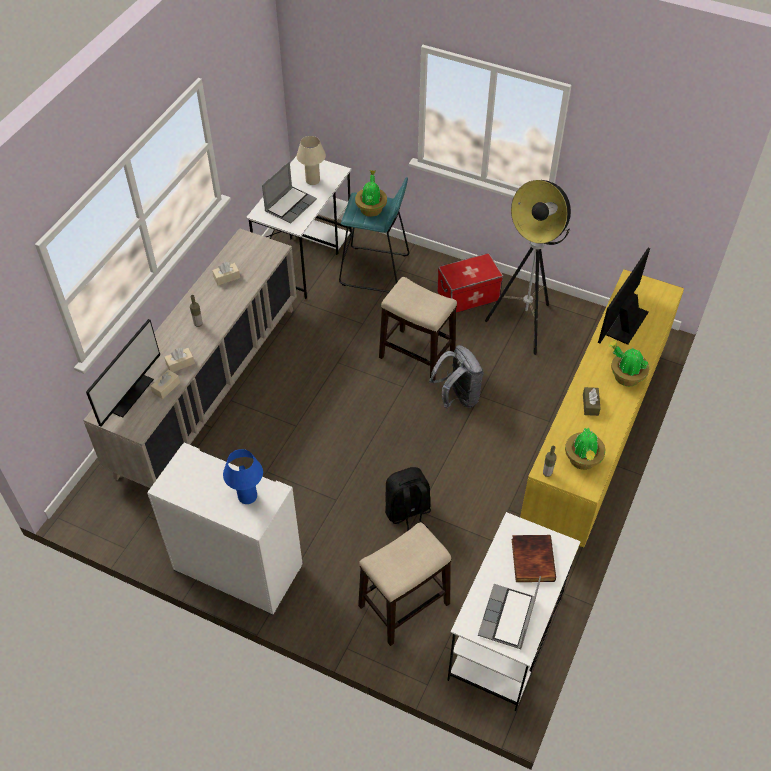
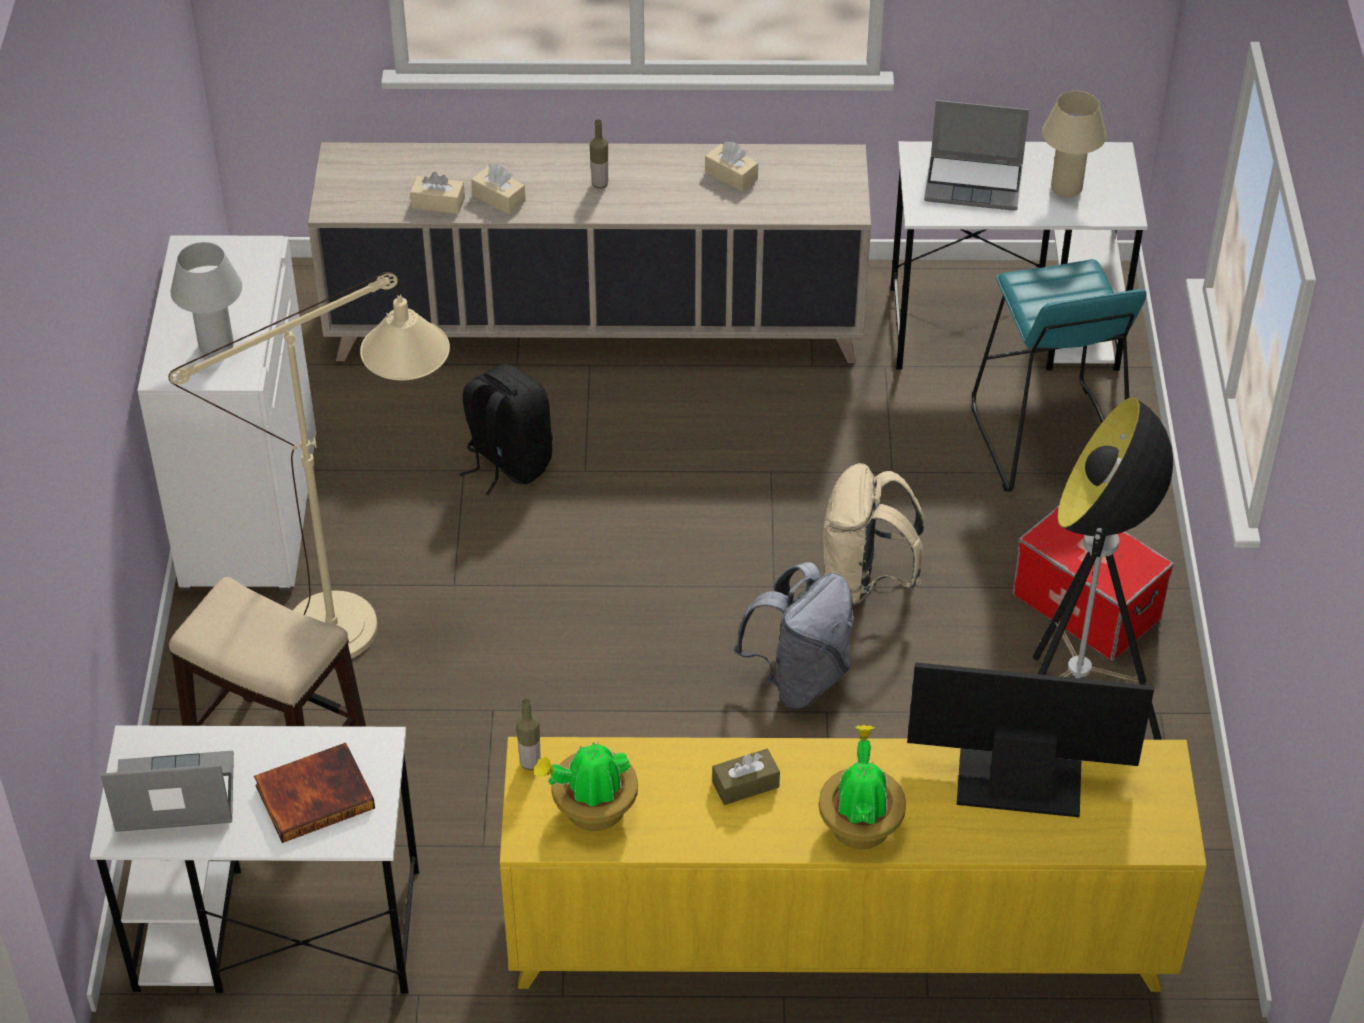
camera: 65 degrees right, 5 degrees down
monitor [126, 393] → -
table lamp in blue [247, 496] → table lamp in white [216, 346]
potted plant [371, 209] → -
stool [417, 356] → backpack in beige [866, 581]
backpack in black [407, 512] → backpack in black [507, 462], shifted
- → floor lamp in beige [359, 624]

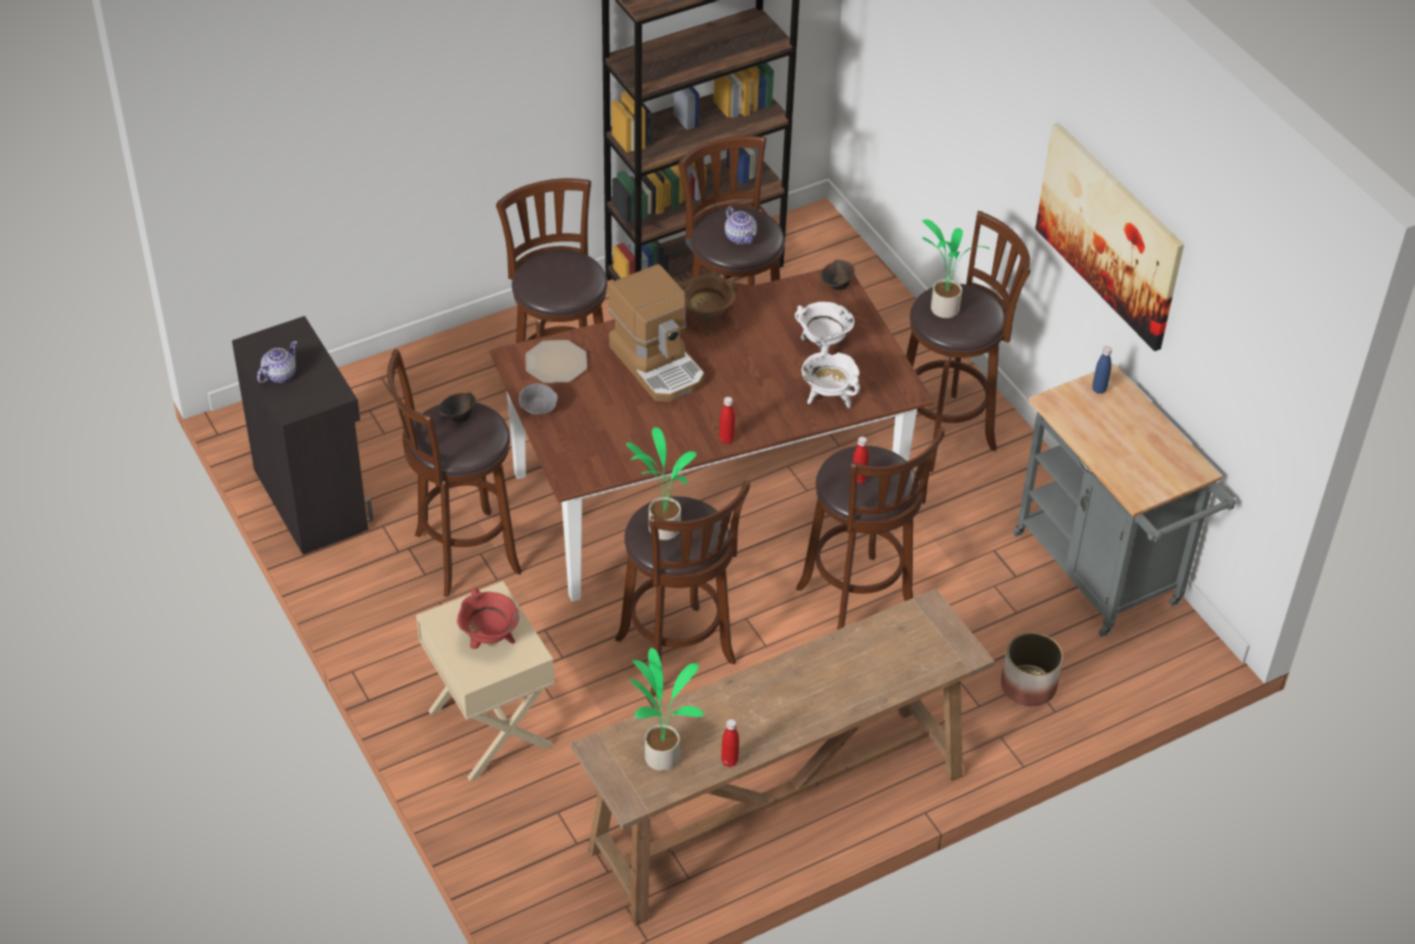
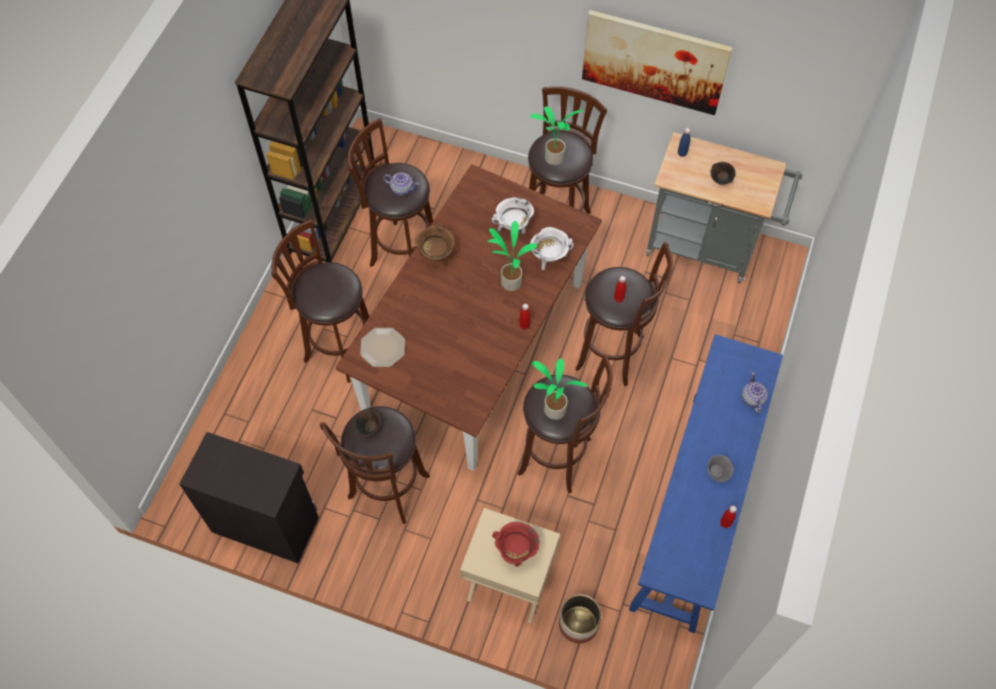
camera: 40 degrees left, 15 degrees up
teapot [279, 375] → teapot [752, 399], shifted
bowl in grey [538, 410] → bowl in grey [717, 472], shifted
console table in brown [775, 813] → console table in blue [694, 509]
coffee machine [658, 364] → -
potted plant [662, 756] → potted plant [510, 281], shifted
bowl in brown [837, 285] → bowl in brown [721, 180], shifted
planter [1028, 685] → planter [578, 623], shifted

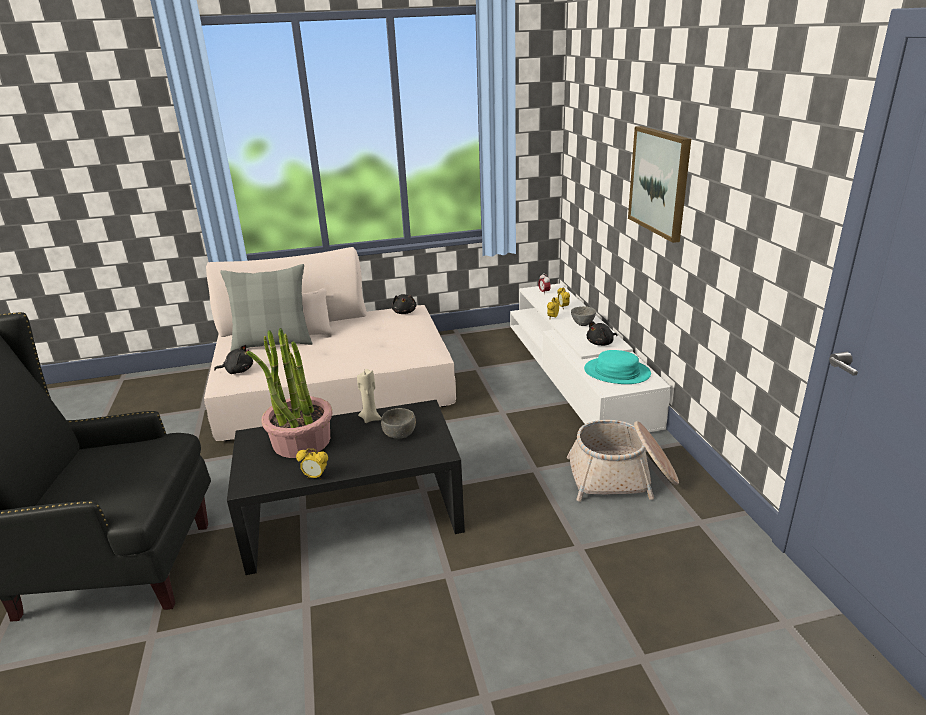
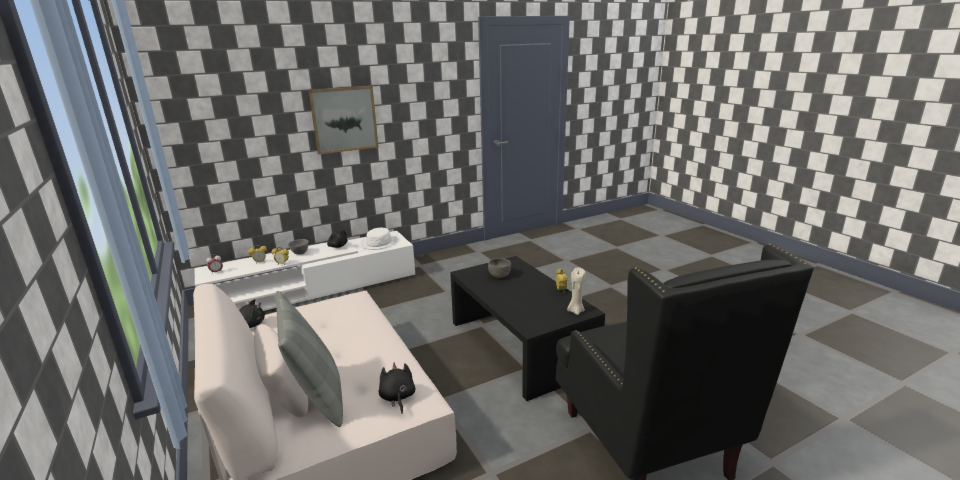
camera: 105 degrees left, 5 degrees down
potted plant [301, 441] → -
candle in beige [370, 418] → candle in beige [575, 311], shifted
basket [621, 477] → -
hat in turquoise [617, 372] → hat in white [379, 242]

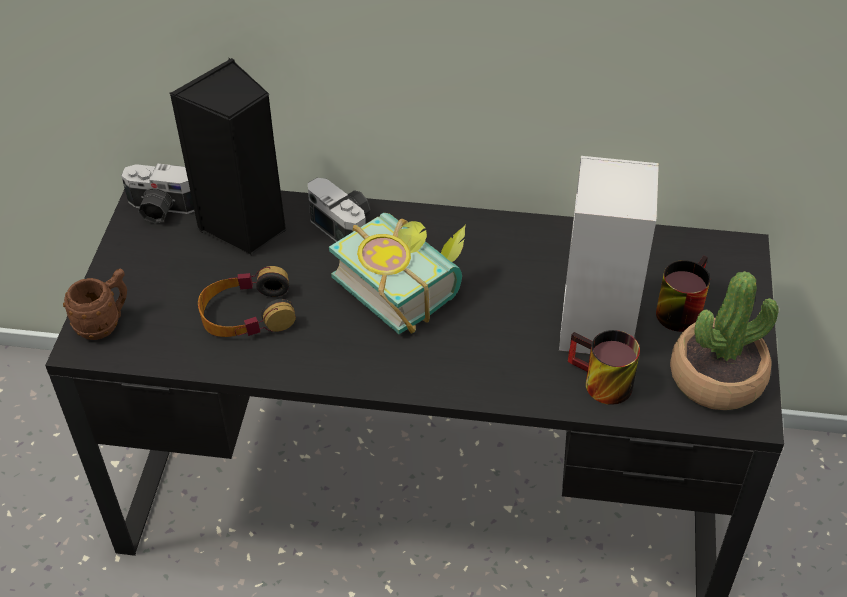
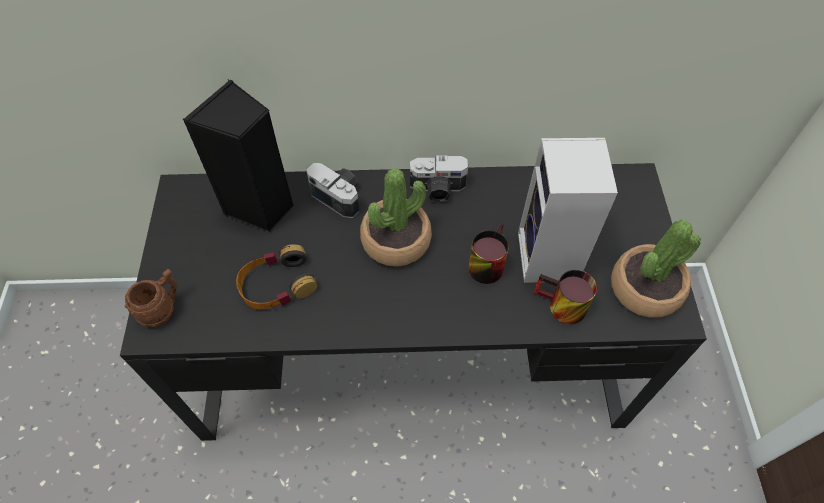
camera: 10 degrees left, 10 degrees up
photo camera [161, 209] → photo camera [438, 190], shifted
book [406, 284] → potted plant [396, 241]
mug [678, 307] → mug [485, 262], shifted

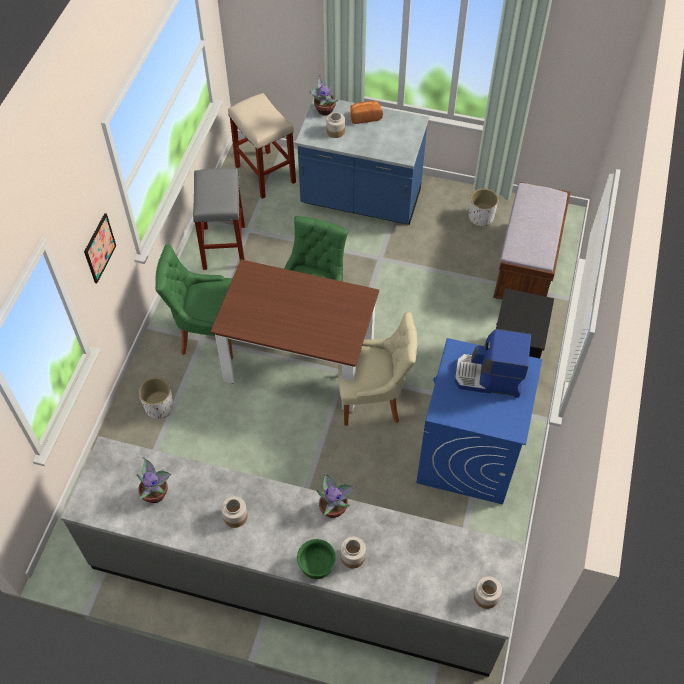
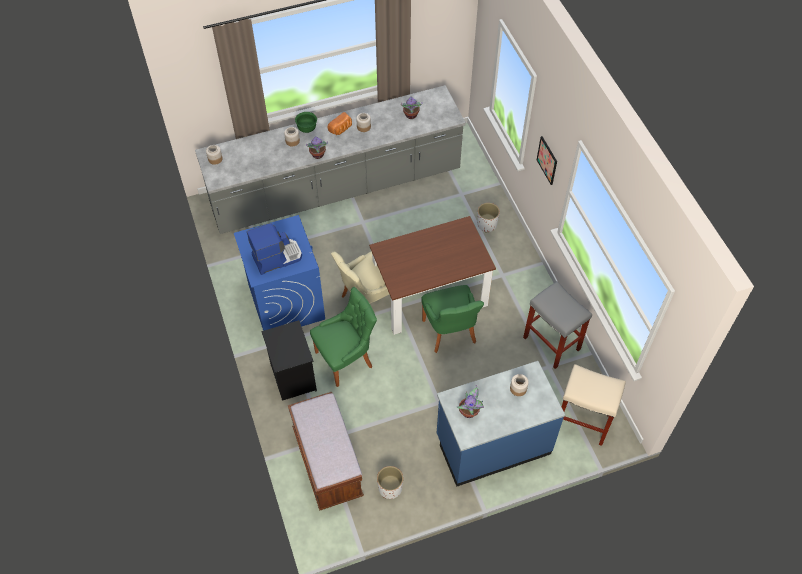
camera: 145 degrees right, 0 degrees up
chair in green [208, 333] → chair in green [346, 359], shifted
potted plant [324, 110] → potted plant [469, 412], shifted
bread [365, 117] → bread [341, 129], shifted

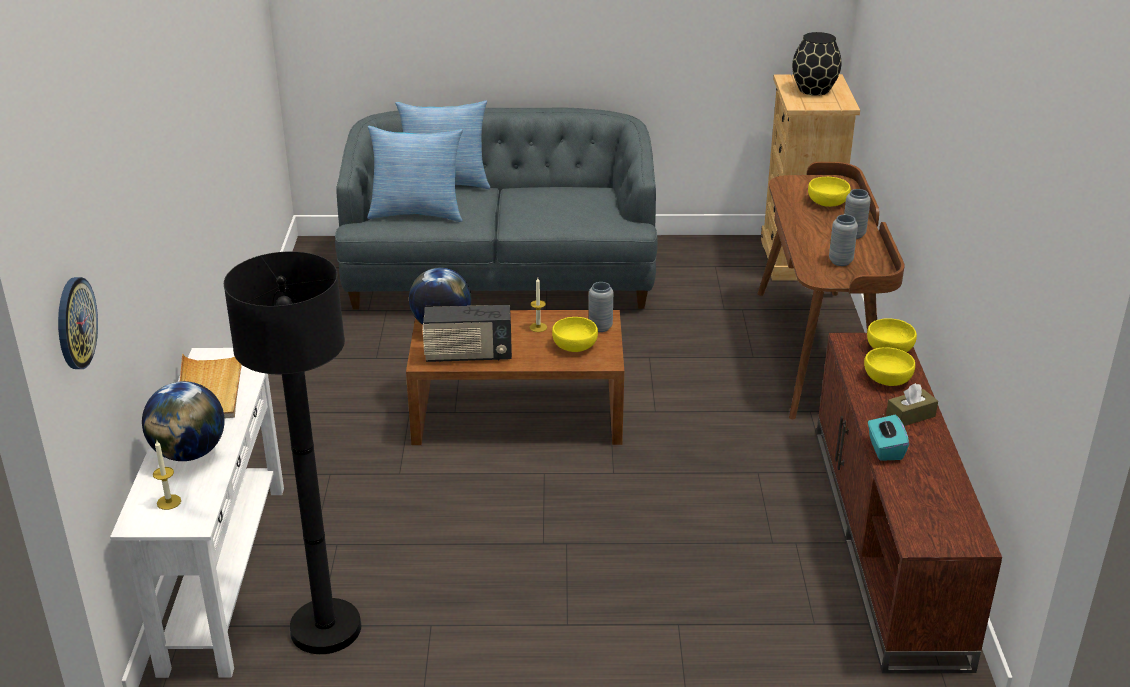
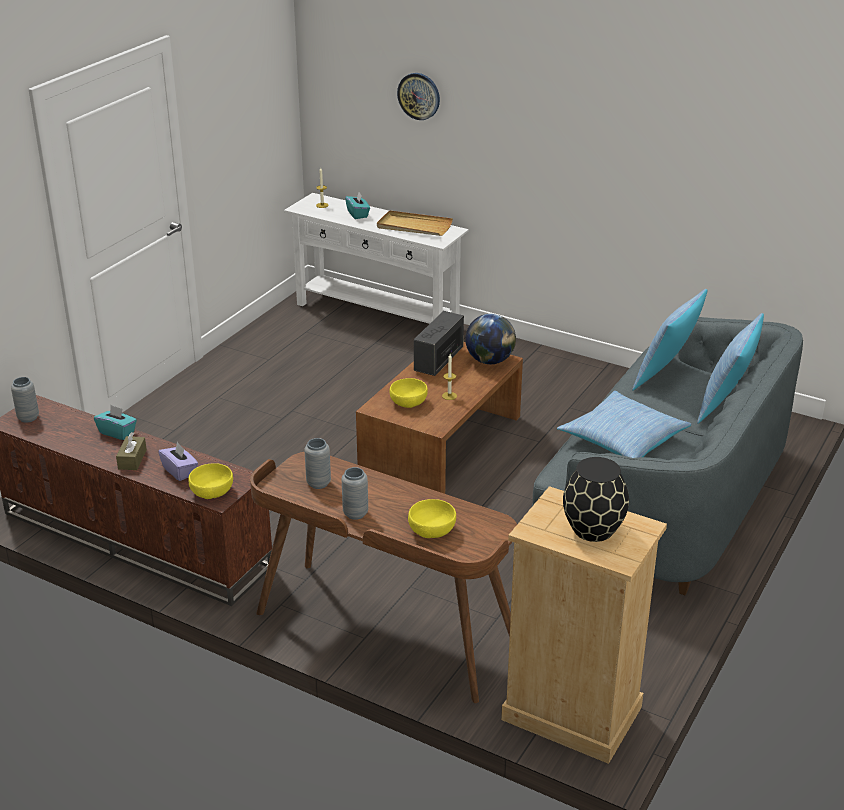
camera: 120 degrees right, 0 degrees up
wall clock [75, 323] → wall clock [419, 96], shifted
globe [189, 453] → tissue box in turquoise [358, 214]
floor lamp in black [325, 628] → -
vase in grey [600, 327] → vase in grey [28, 418], shifted
bowl in yellow [887, 379] → tissue box in purple [180, 471]
- → pillow [623, 438]

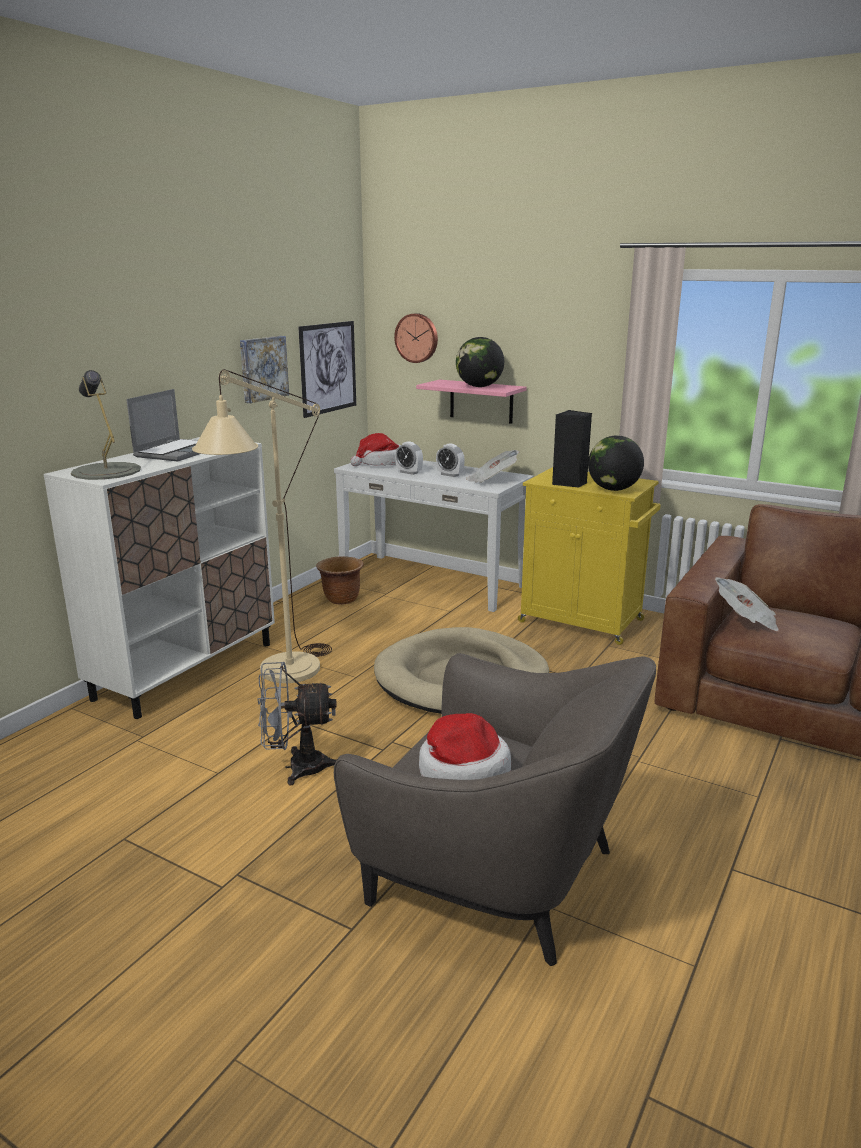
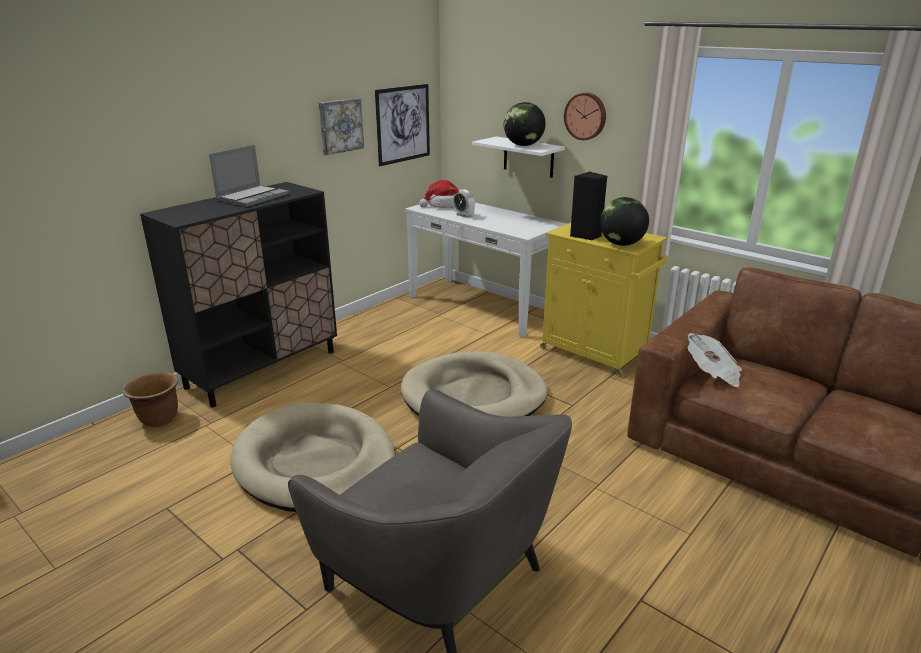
camera: 10 degrees right, 5 degrees up
cabinet in white [186, 670] → cabinet in black [263, 369]
table lamp in grey [106, 471] → -
floor lamp in beige [279, 676] → -
fan in grey [297, 767] → dog bed in beige [315, 462]
planter in brown [341, 599] → planter in brown [159, 419], shifted
wall clock [417, 338] → wall clock [586, 116], shifted
shelf in pink [481, 401] → shelf in white [528, 157]
hat [462, 772] → -
alarm clock [450, 475] → -
newspaper [492, 480] → -

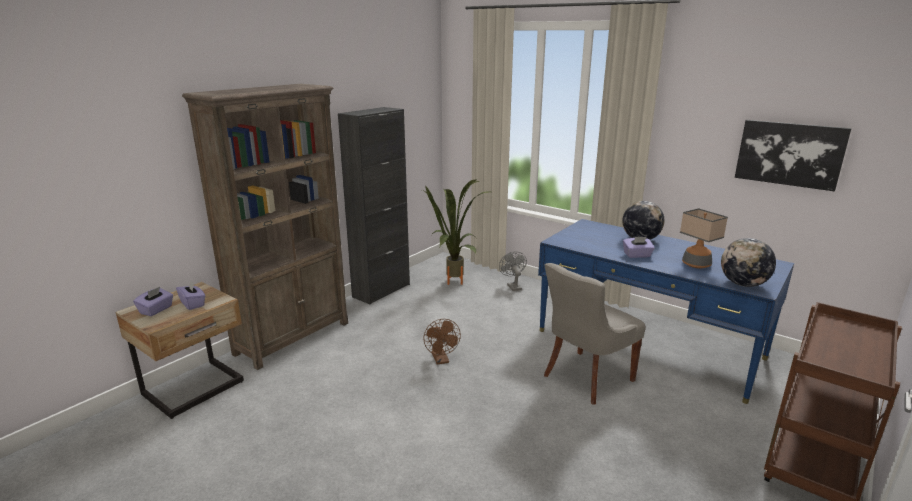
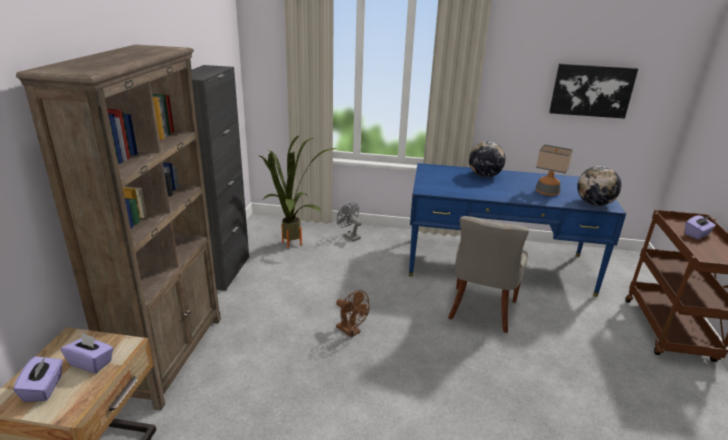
camera: 30 degrees left, 5 degrees up
tissue box in purple [637, 255] → tissue box in purple [697, 234], shifted

